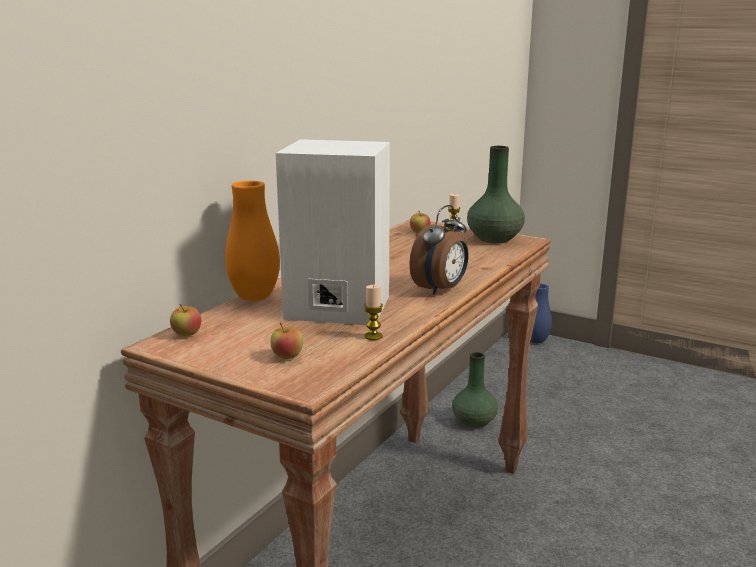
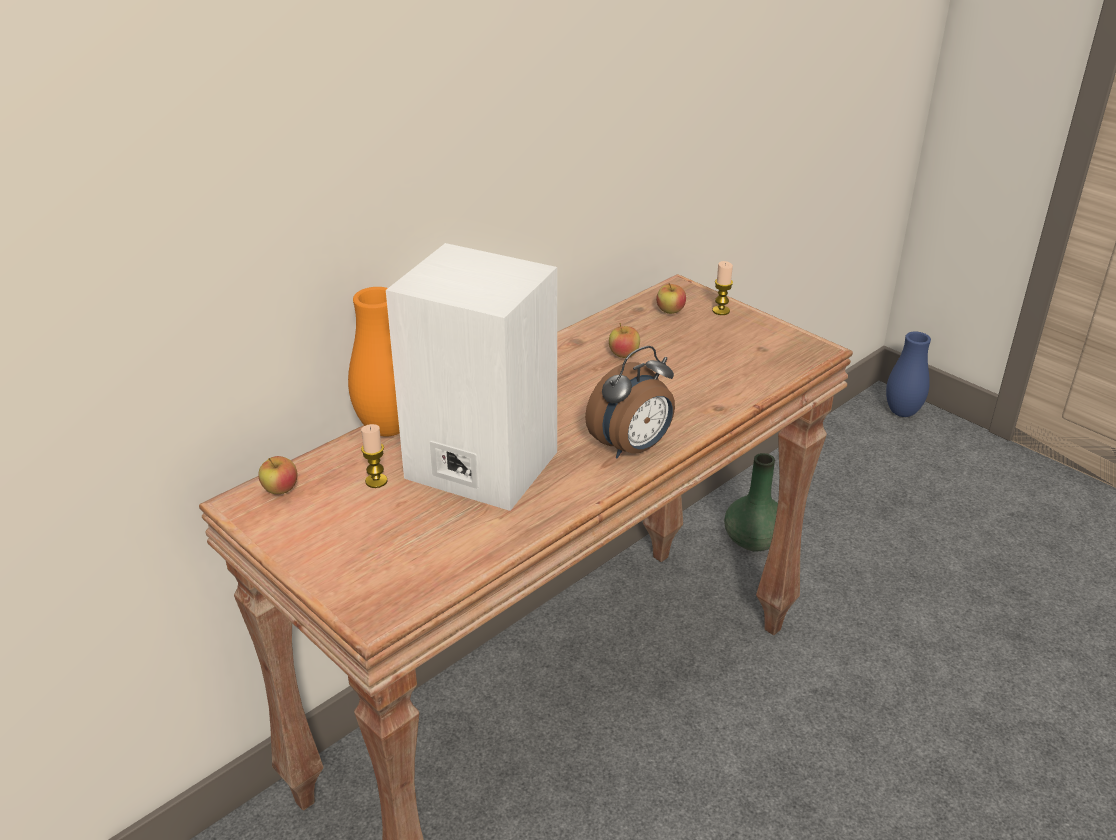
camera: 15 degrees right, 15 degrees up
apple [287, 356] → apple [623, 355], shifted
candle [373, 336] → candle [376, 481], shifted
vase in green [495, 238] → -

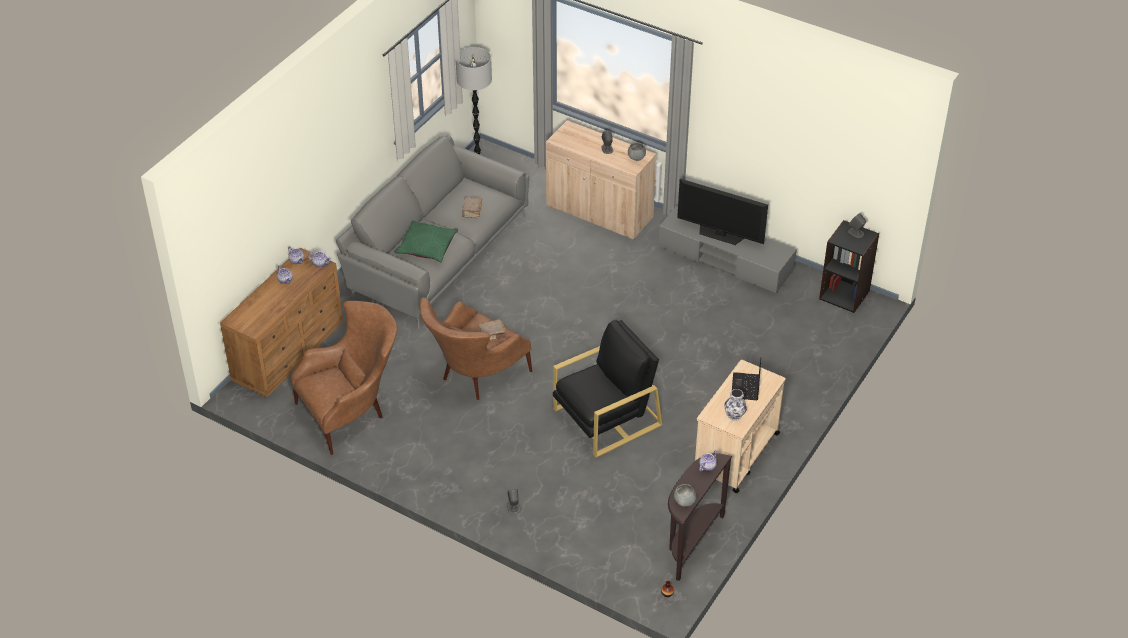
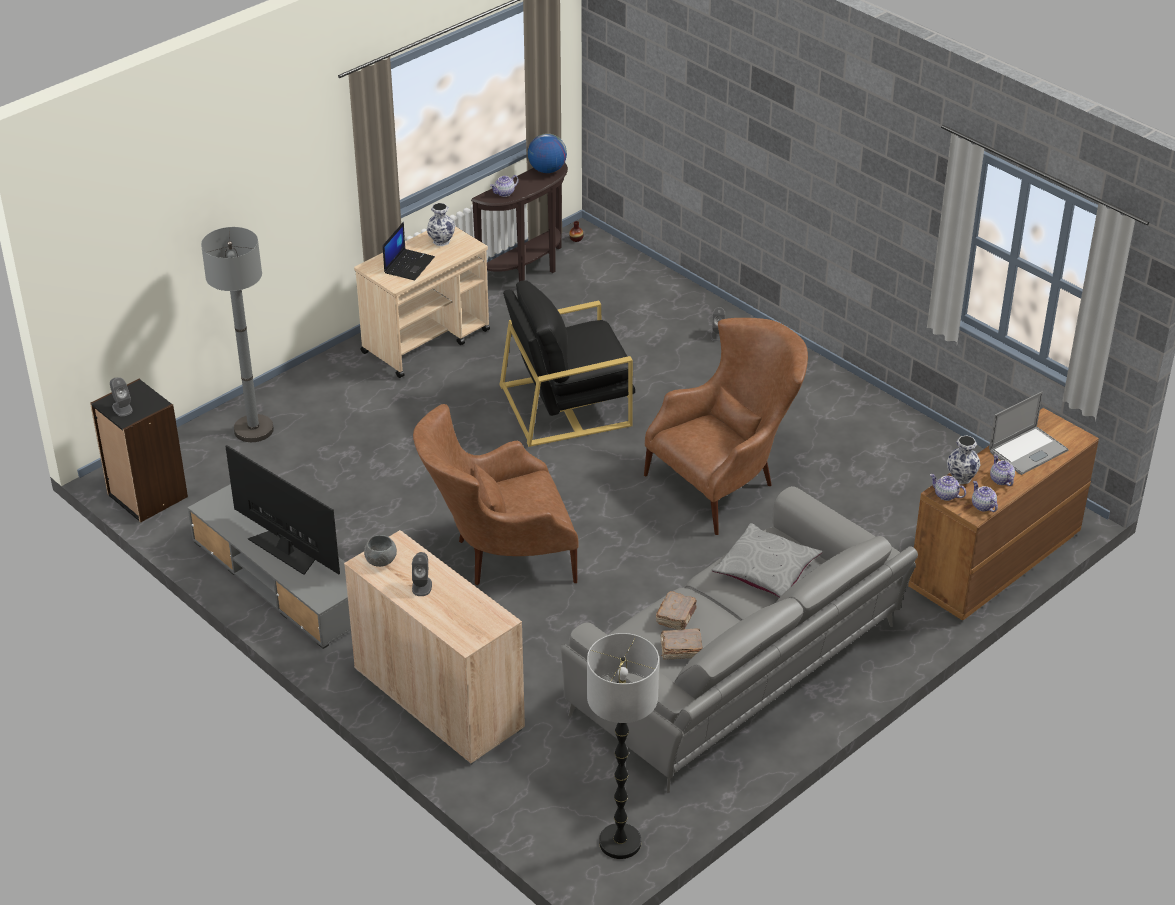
camera: 165 degrees left, 5 degrees down
armchair in brown [352, 411] → armchair in brown [498, 556], shifted
pillow in green [426, 247] → pillow in grey [766, 570]
book in brown [493, 334] → book in brown [680, 650], shifted
bowl in grey [684, 501] → globe [547, 170]
- → floor lamp in grey [253, 430]
- → vase [961, 478]
- → laptop [1028, 451]

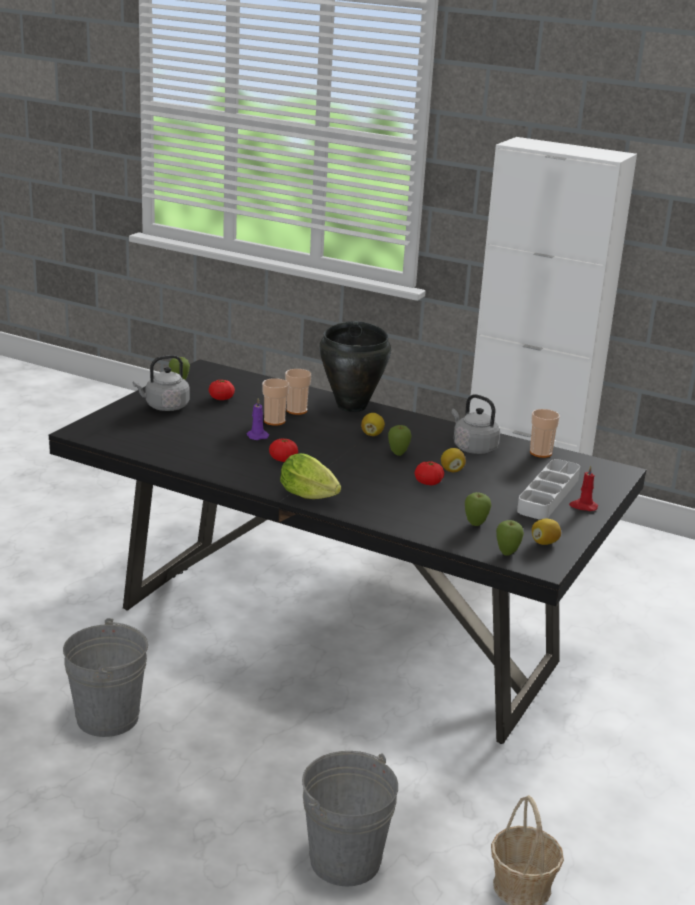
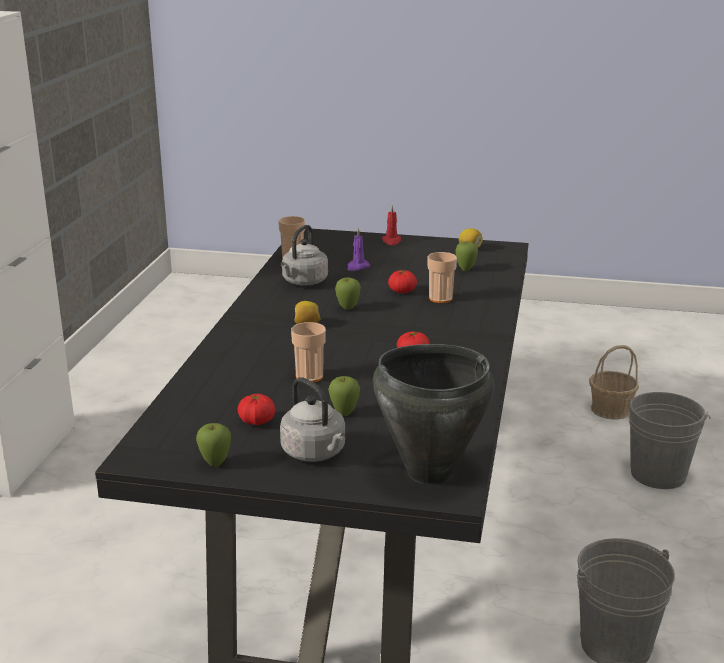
camera: 105 degrees left, 0 degrees up
candle in purple [256, 436] → candle in purple [357, 267], shifted
lettuce [311, 497] → -
cup [296, 410] → cup [440, 298], shifted
cooking pot in black [352, 406] → cooking pot in black [428, 472], shifted
lemon [452, 470] → -
apple [507, 553] → apple [344, 413], shifted
tray in grey [548, 495] → -

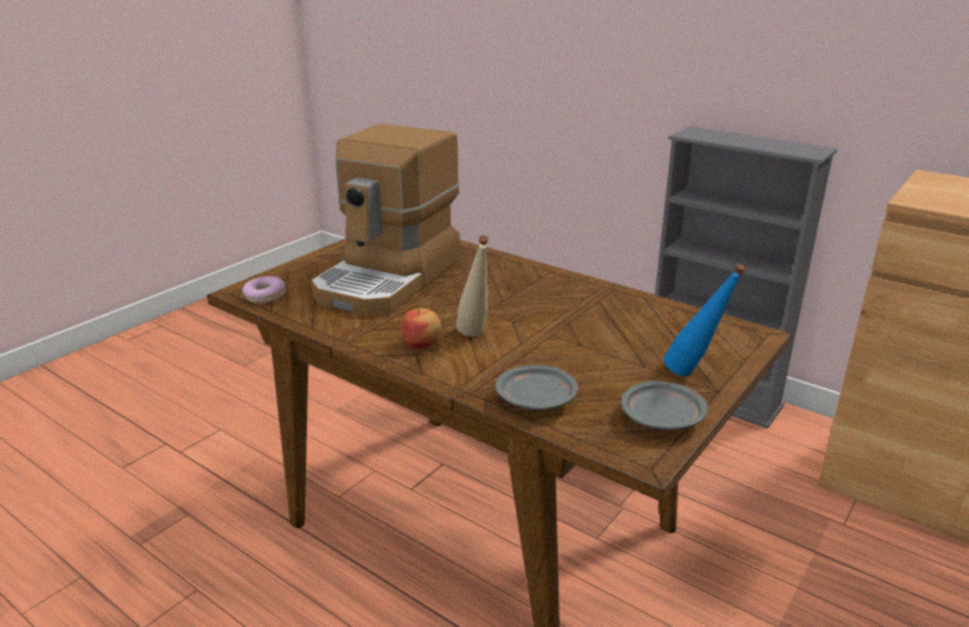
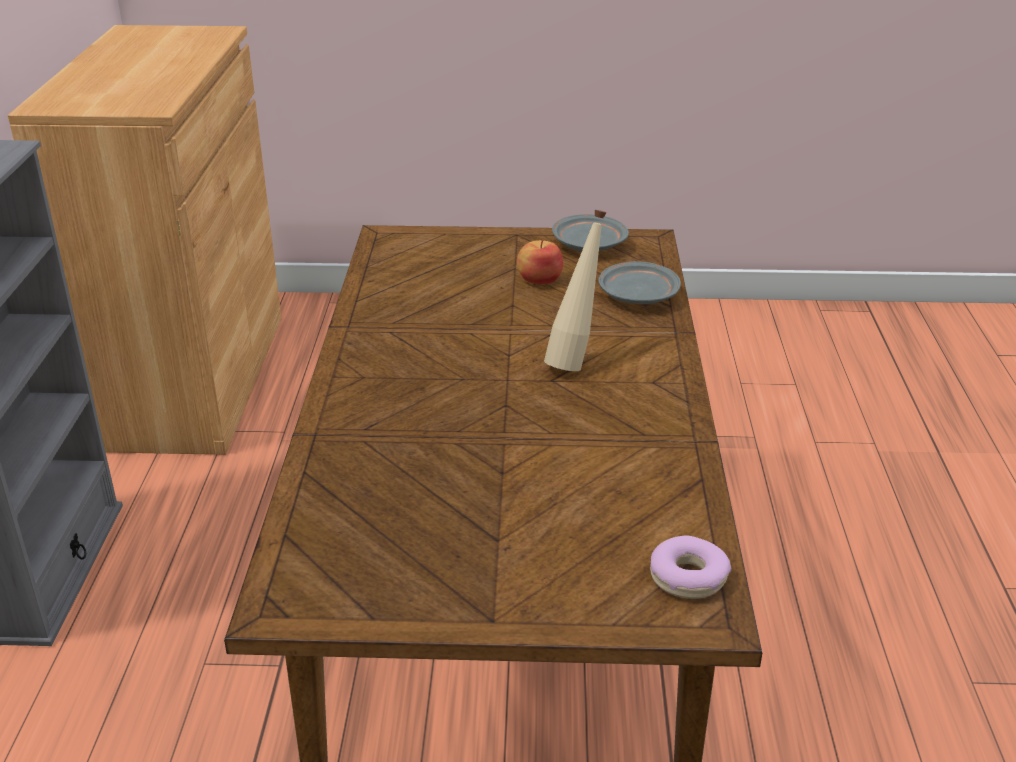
camera: 125 degrees left, 5 degrees up
coffee machine [390, 278] → -
apple [422, 343] → apple [539, 280], shifted
bottle in blue [694, 375] → -

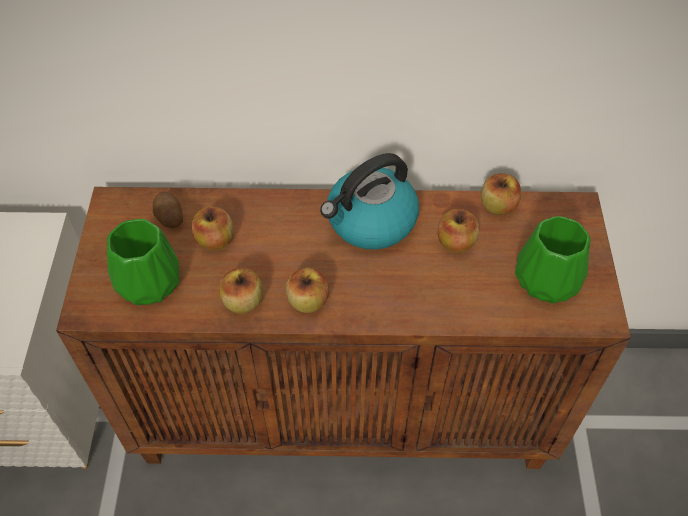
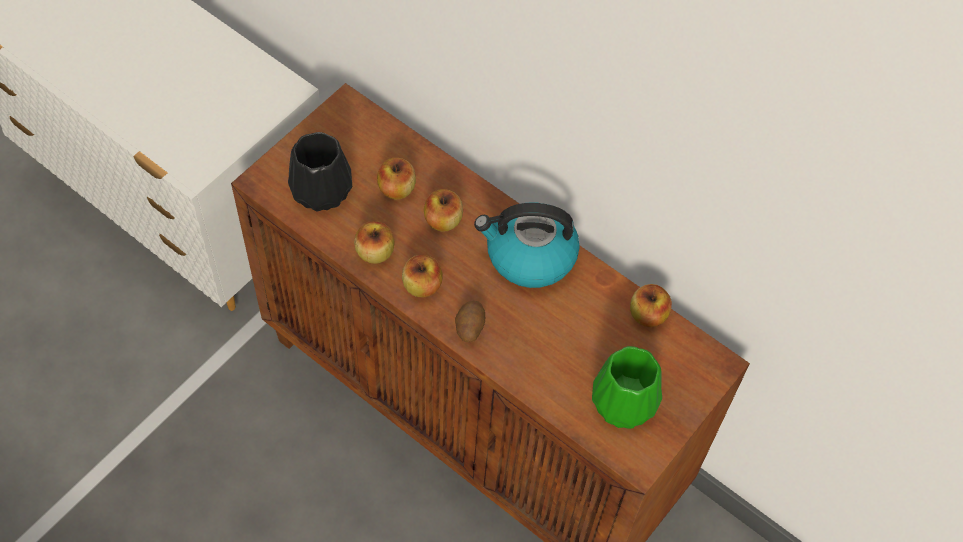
camera: 35 degrees right, 5 degrees up
vase in green [147, 283] → vase in black [319, 190]
potato [169, 217] → potato [469, 327], shifted
apple [455, 242] → apple [443, 221], shifted

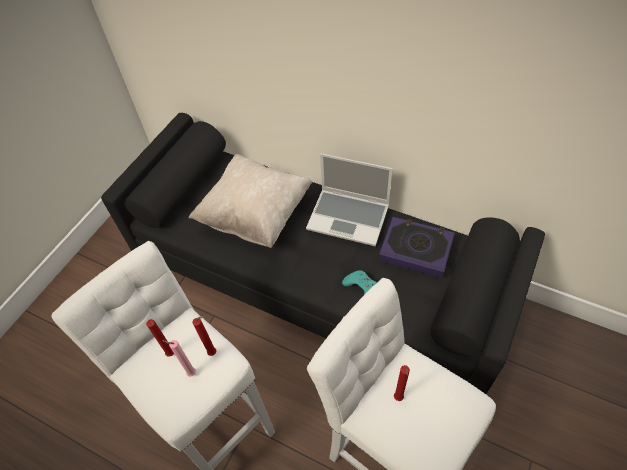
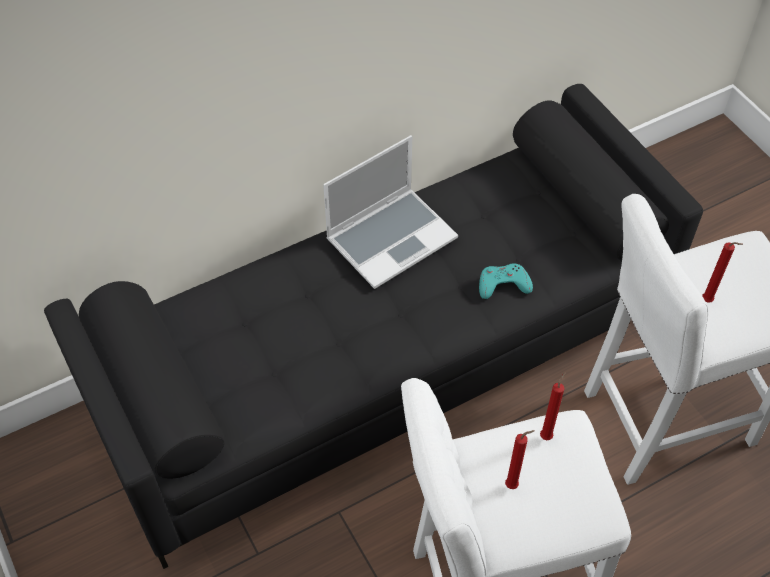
camera: 60 degrees left, 0 degrees up
candle in pink [190, 373] → -
pillow in beige [255, 215] → -
book [416, 249] → -

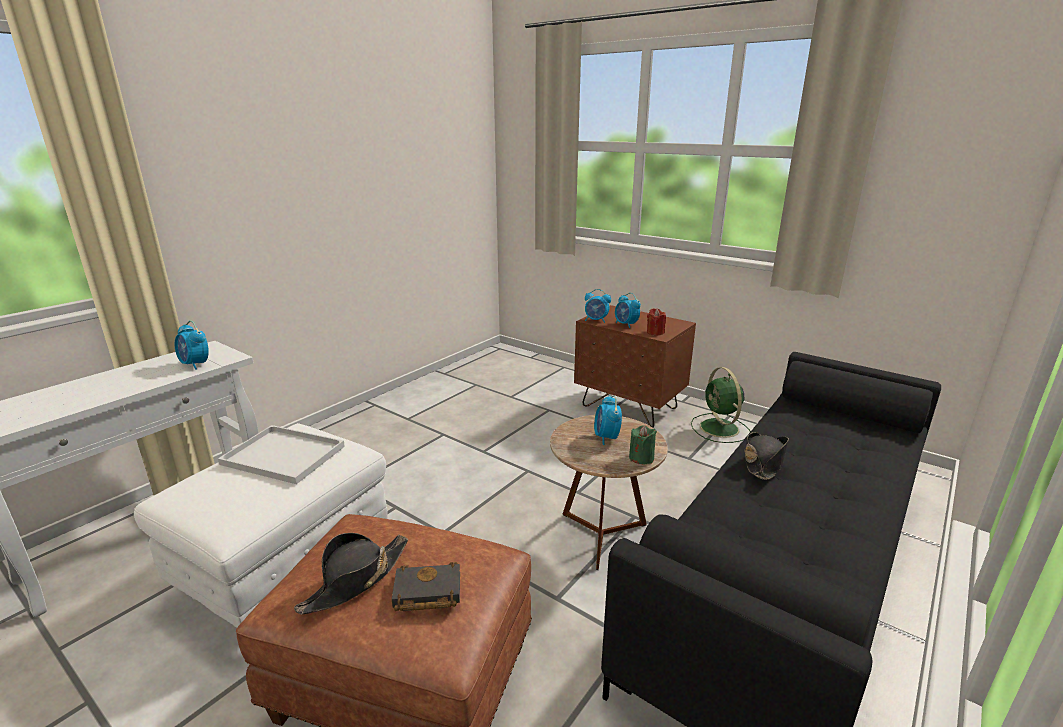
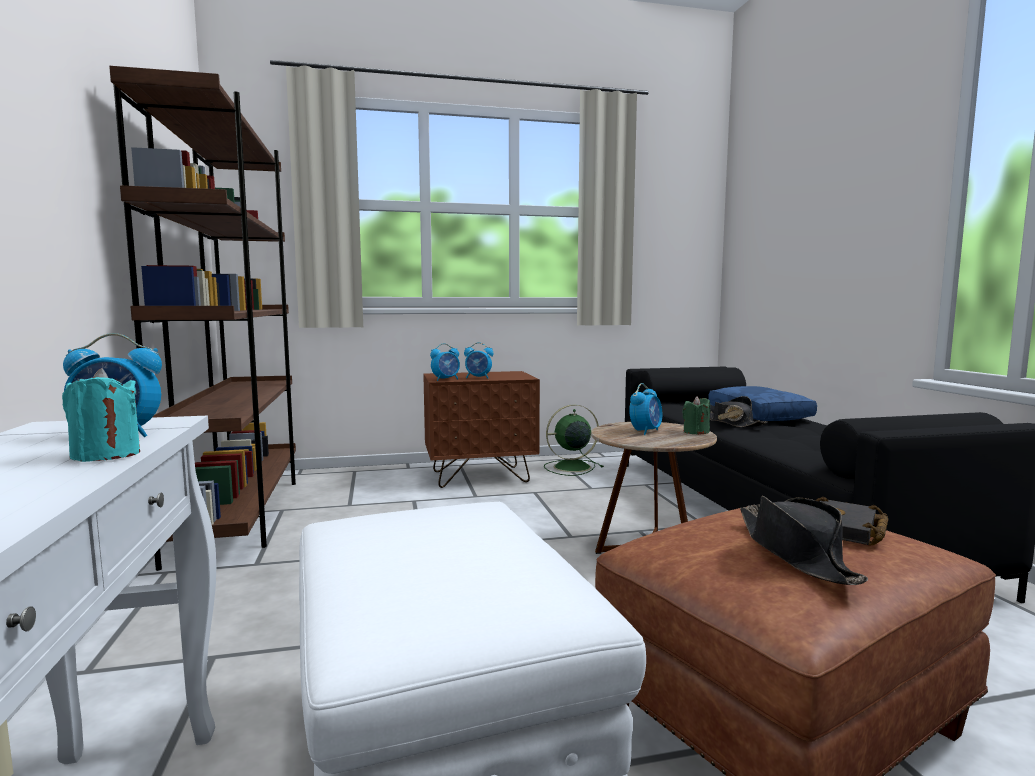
camera: 50 degrees left, 15 degrees down
tray in white [281, 455] → -
alarm clock [606, 438] → alarm clock [645, 431], 90 degrees counterclockwise
candle in red [655, 332] → -
fan in green [720, 429] → fan in green [570, 467], 135 degrees clockwise
- → candle in turquoise [106, 455]
- → bookcase in brown [241, 513]
- → pillow in blue [760, 415]

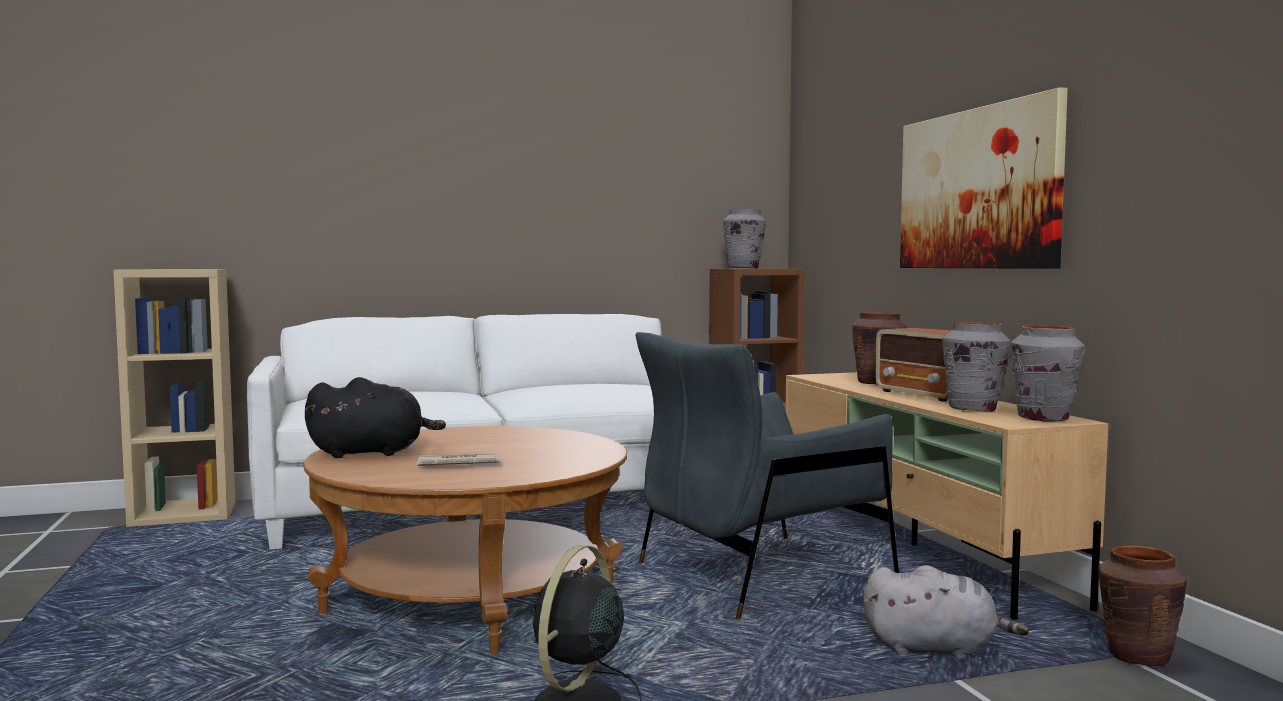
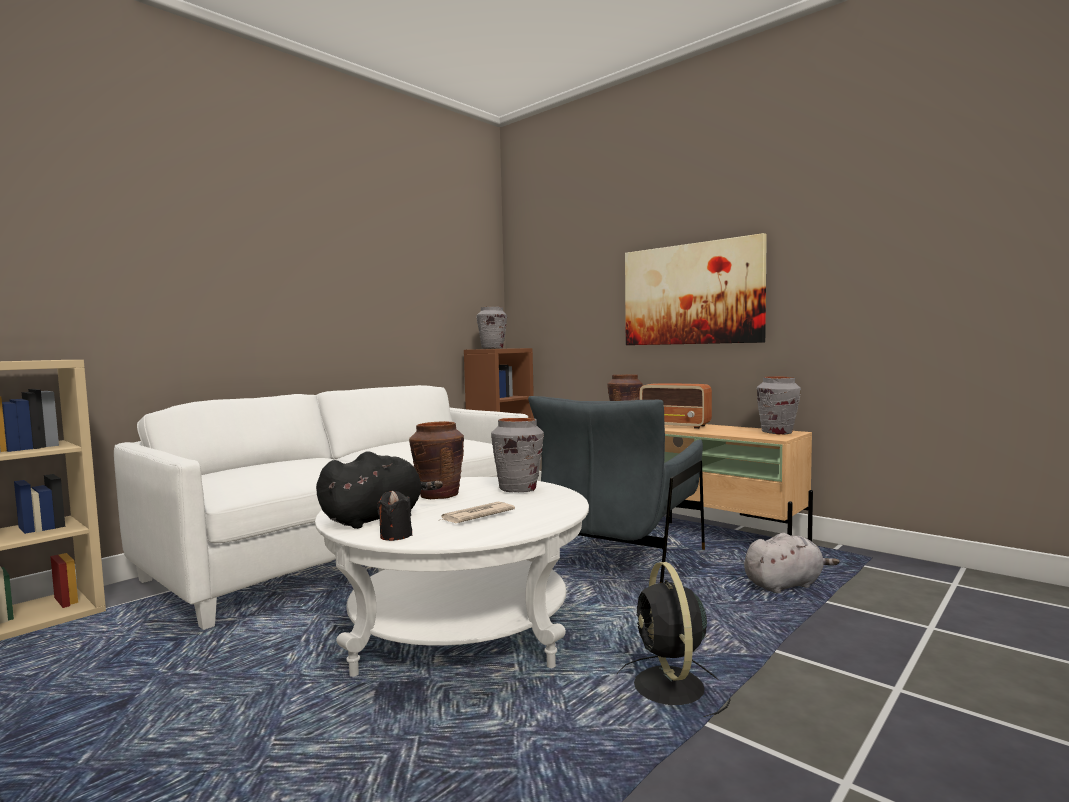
camera: 30 degrees left, 0 degrees up
coffee table in brown [472, 598] → coffee table in white [460, 627]
vase in grey [973, 409] → vase in grey [518, 489], shifted
vase in brown [1138, 656] → vase in brown [439, 495], shifted
- → candle in black [395, 536]

